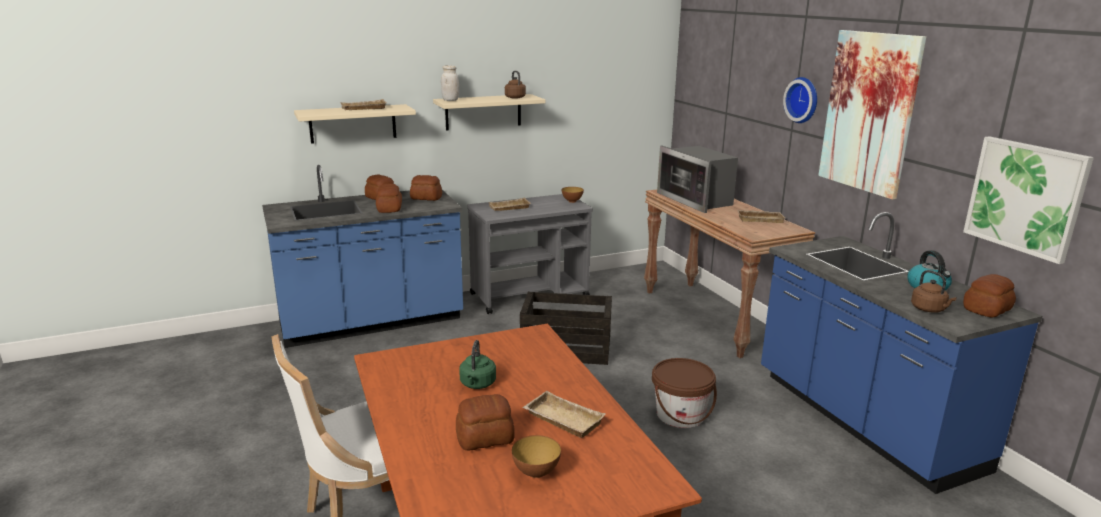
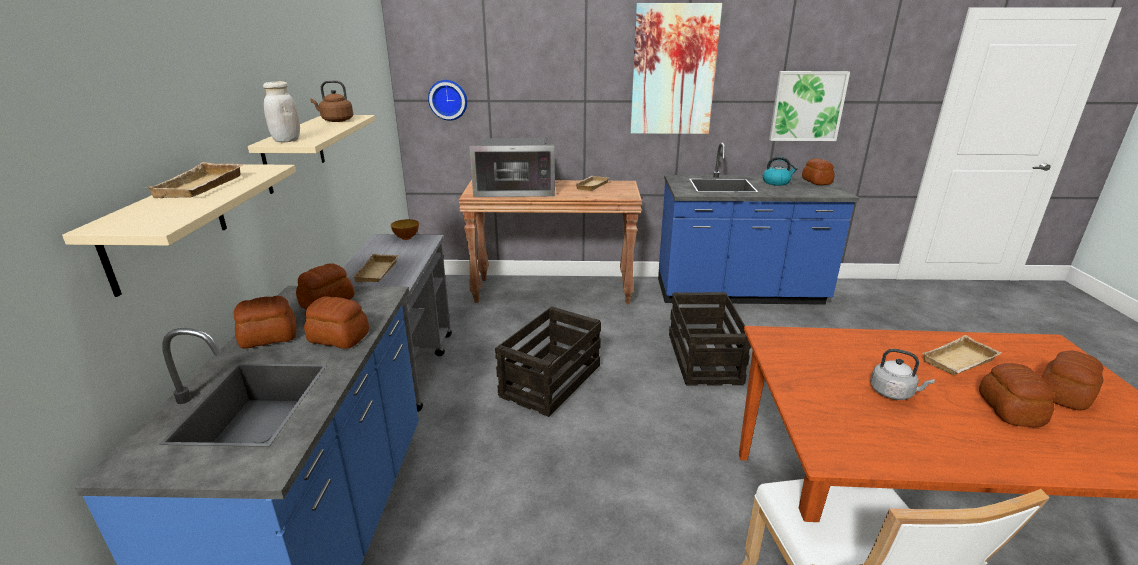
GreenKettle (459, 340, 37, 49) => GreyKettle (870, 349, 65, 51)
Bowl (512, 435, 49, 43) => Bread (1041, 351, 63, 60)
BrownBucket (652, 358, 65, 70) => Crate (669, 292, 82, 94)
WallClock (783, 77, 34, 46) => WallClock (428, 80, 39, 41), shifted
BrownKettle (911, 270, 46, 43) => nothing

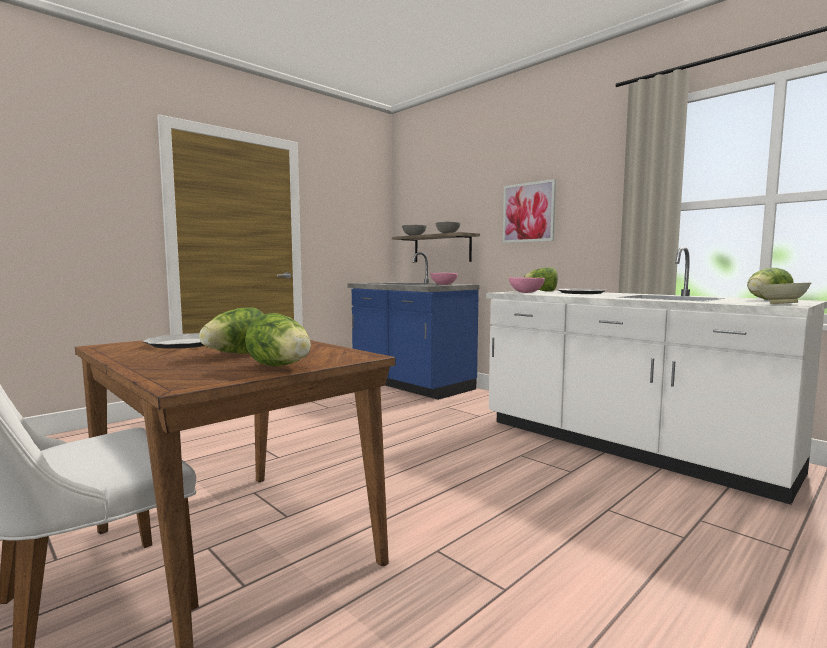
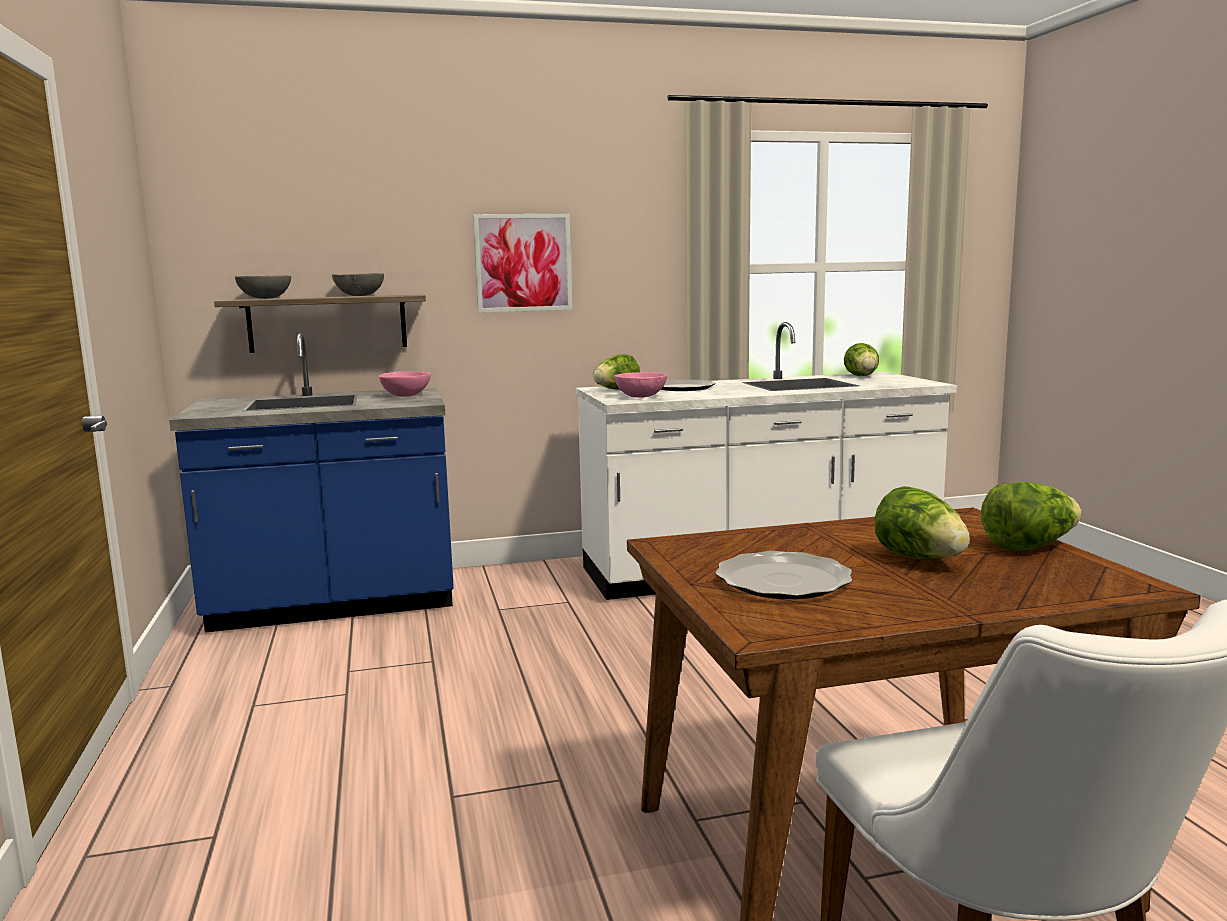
BeigeBowl (757, 282, 54, 22) => nothing

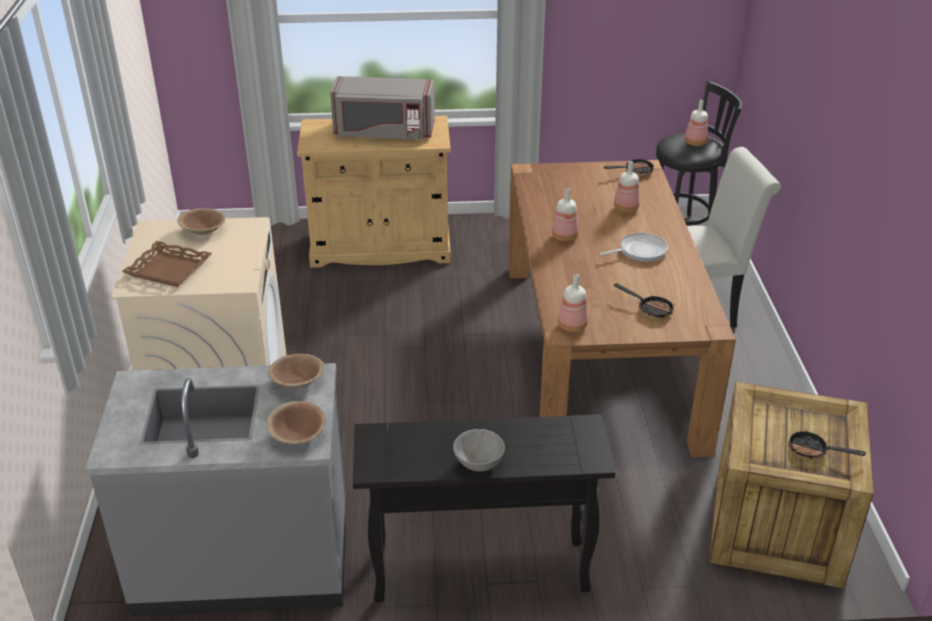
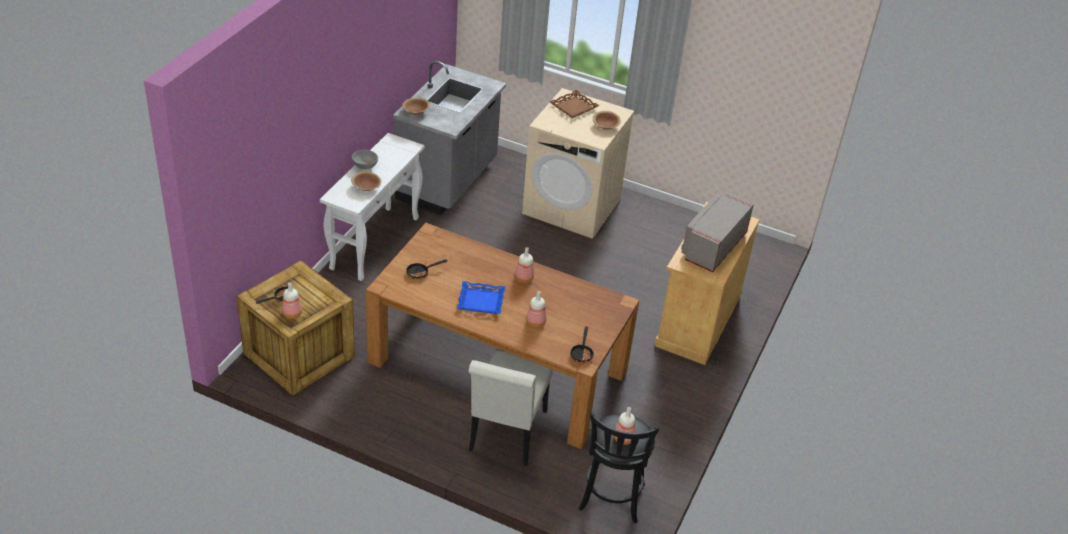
BrownBowl (268, 354, 57, 35) => BrownBowl (351, 171, 30, 20), shifted
BlackConsoleTable (353, 414, 263, 188) => WhiteConsoleTable (320, 133, 105, 148)
Bottle (558, 274, 30, 58) => Bottle (282, 282, 20, 37), shifted
FryingPan (600, 233, 68, 29) => BlueTray (457, 281, 49, 33)

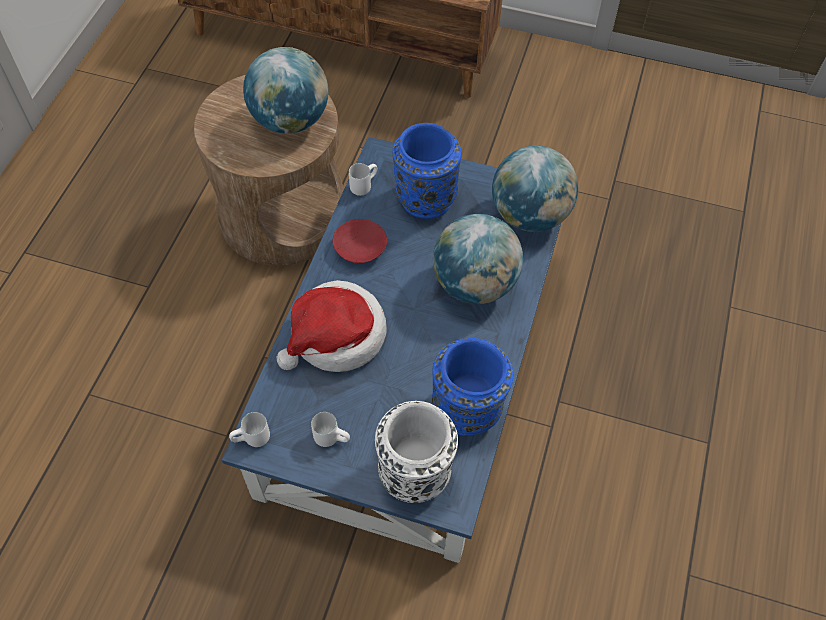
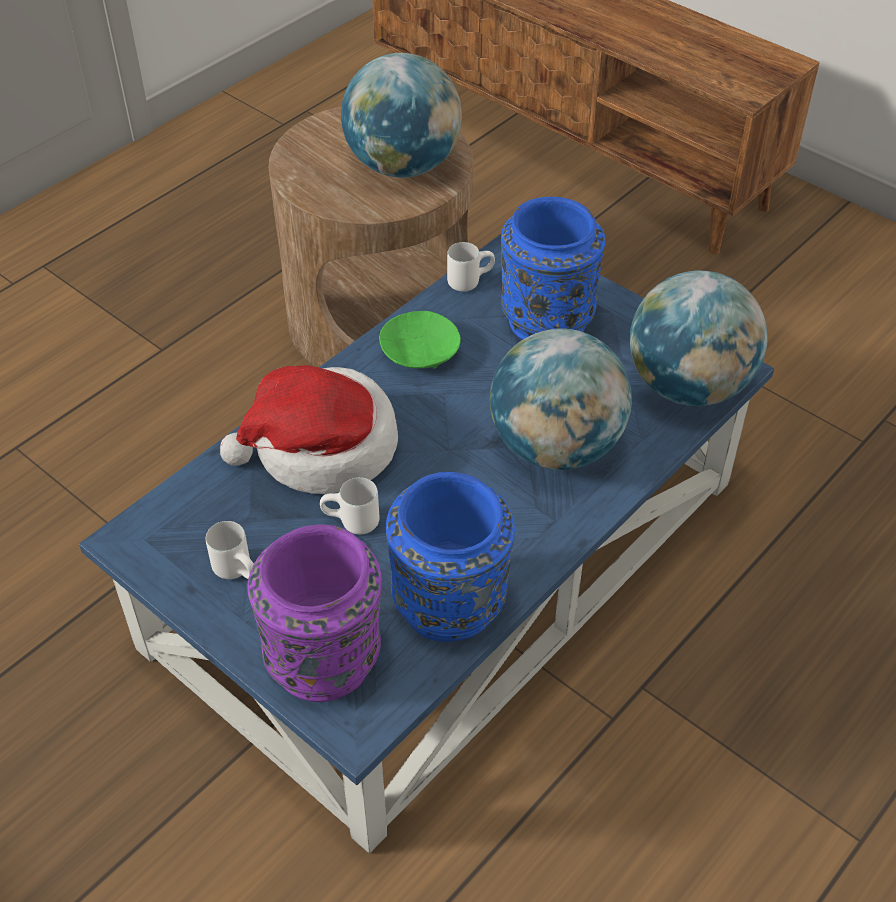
WhiteMug (229, 412, 41, 35) => WhiteMug (320, 477, 59, 57), shifted
RedBowl (333, 219, 54, 44) => GreenBowl (379, 311, 82, 58)
WhiteVase (375, 401, 83, 102) => PurpleVase (248, 524, 134, 178)

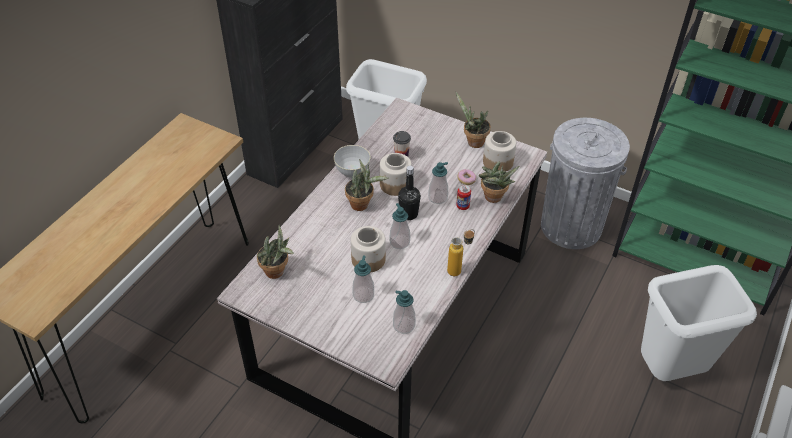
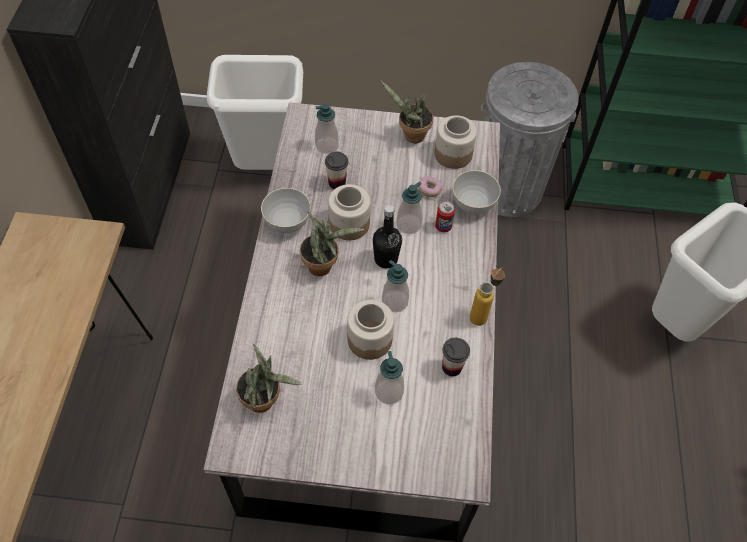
SoapDispenser (393, 290, 22, 44) => SoapDispenser (315, 104, 24, 50), shifted
PottedPlant (478, 161, 41, 42) => GreyBowl (453, 170, 48, 44)
nothing => Cup (442, 338, 28, 38)

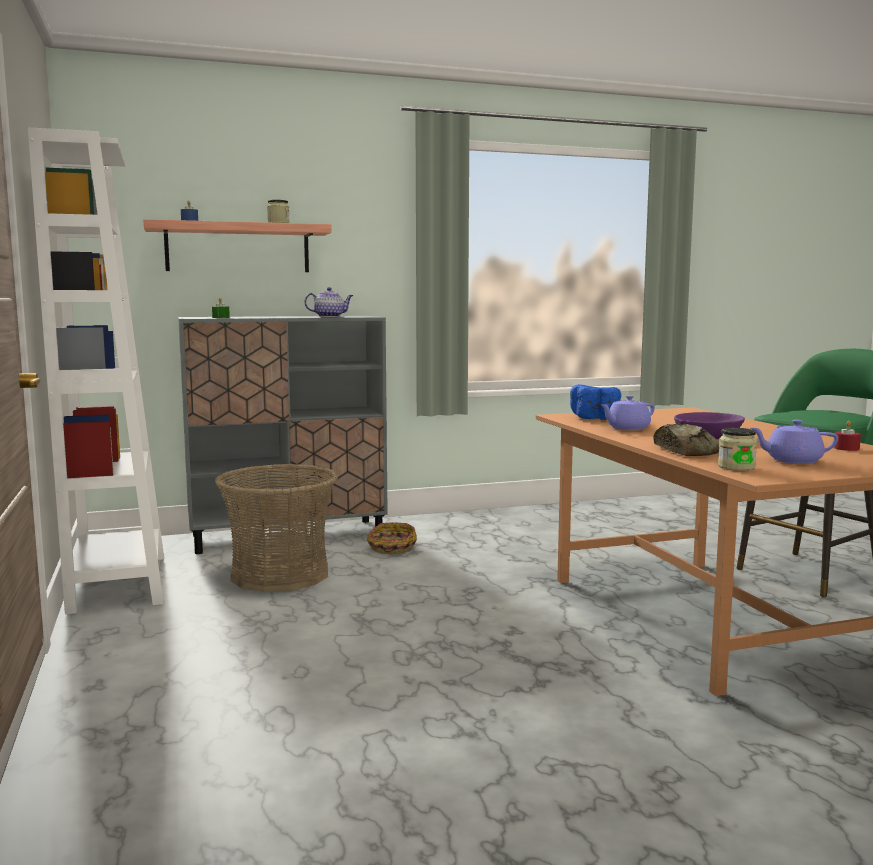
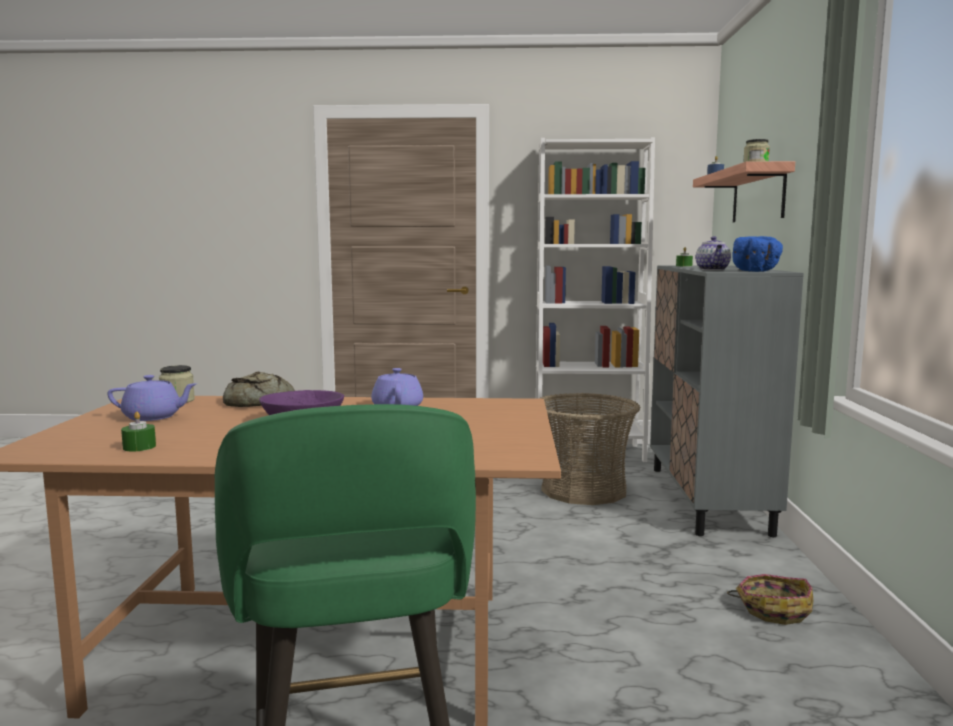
Basket (367, 522, 50, 32) => Basket (727, 574, 86, 51), shifted
BlueBowl (570, 384, 51, 36) => BlueBowl (732, 236, 51, 36), shifted
PurpleTeapot (750, 420, 88, 44) => PurpleTeapot (108, 375, 89, 46), 60 degrees clockwise
RedCandle (834, 421, 27, 30) => GreenCandle (121, 412, 35, 39)

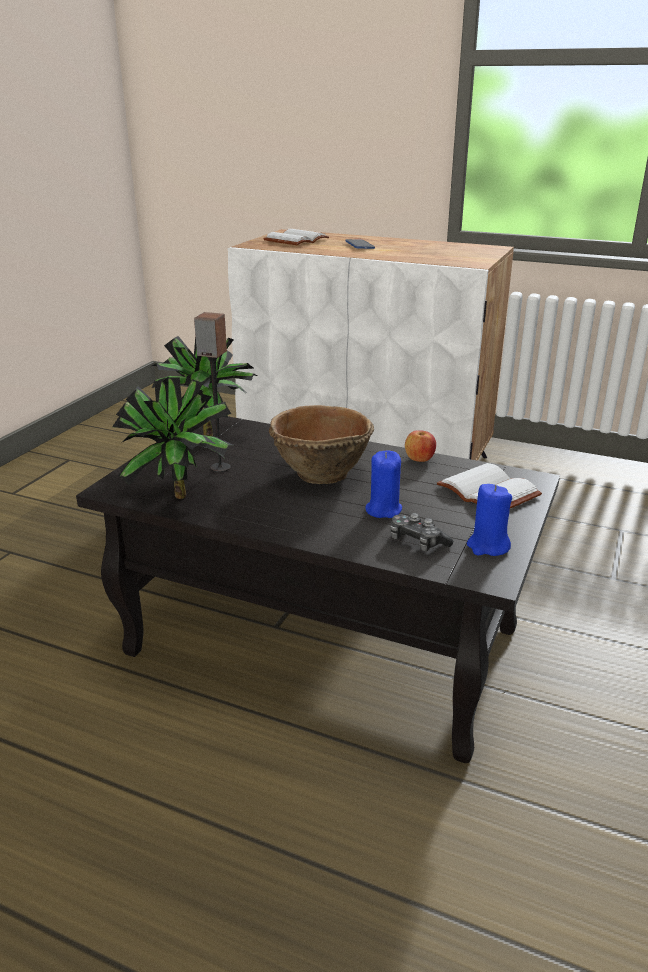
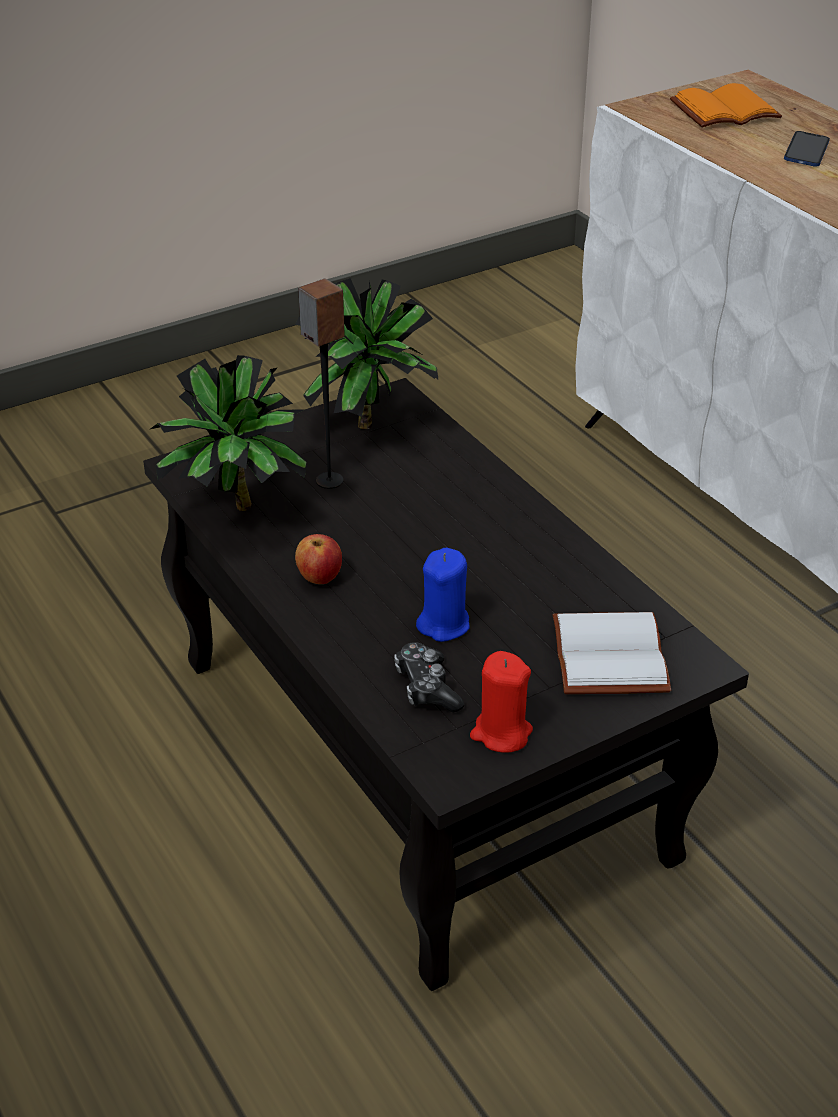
WhiteBook (264, 229, 65, 16) => OrangeBook (670, 83, 112, 45)
BrownBowl (269, 405, 105, 79) => nothing
Apple (405, 430, 31, 32) => Apple (295, 534, 47, 50), shifted
BlueCandle (467, 484, 45, 72) => RedCandle (470, 651, 63, 102)

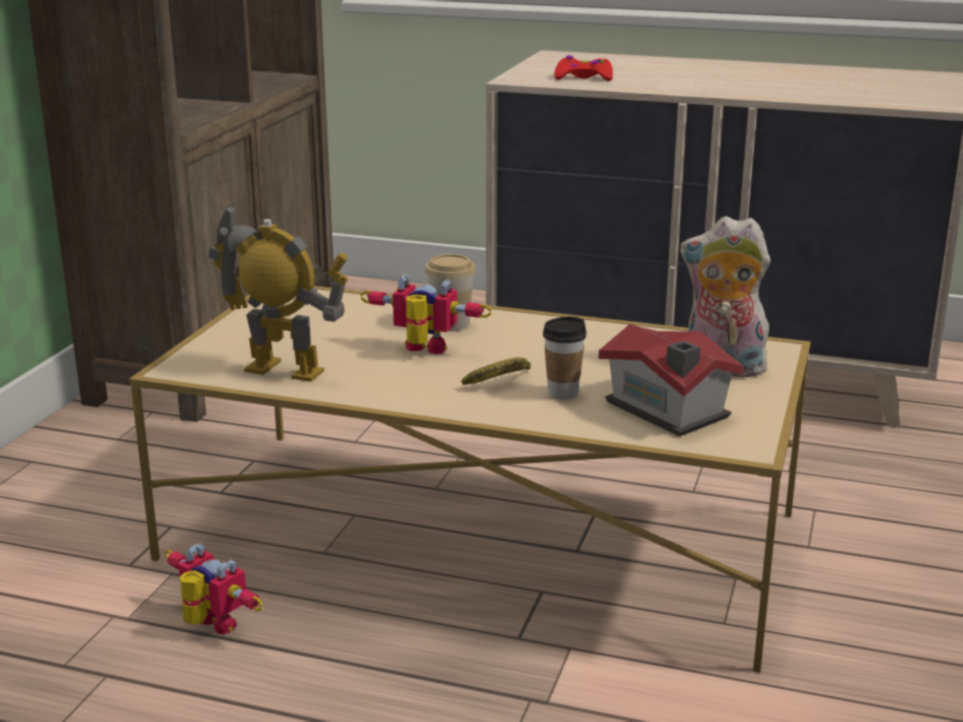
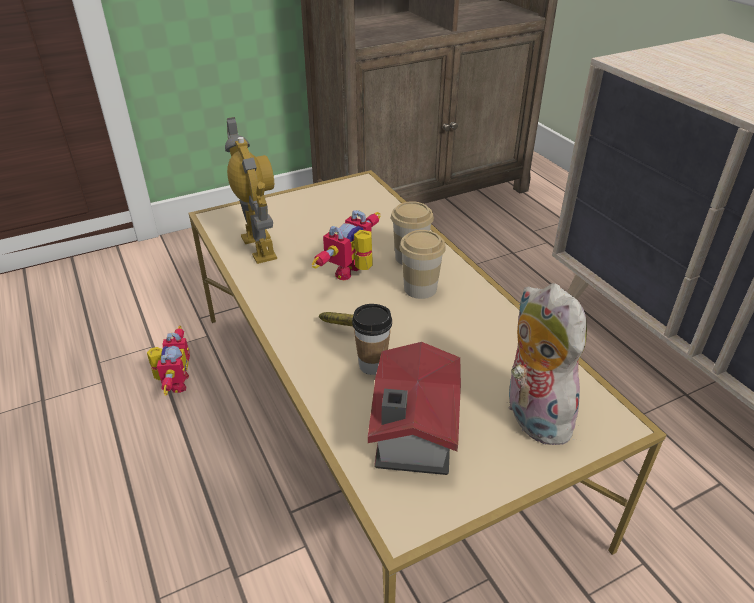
ToyRobot (360, 274, 132, 80) => ToyRobot (312, 210, 69, 70), 120 degrees counterclockwise
RedGameController (554, 55, 59, 26) => nothing
nothing => Cup (400, 230, 46, 69)

